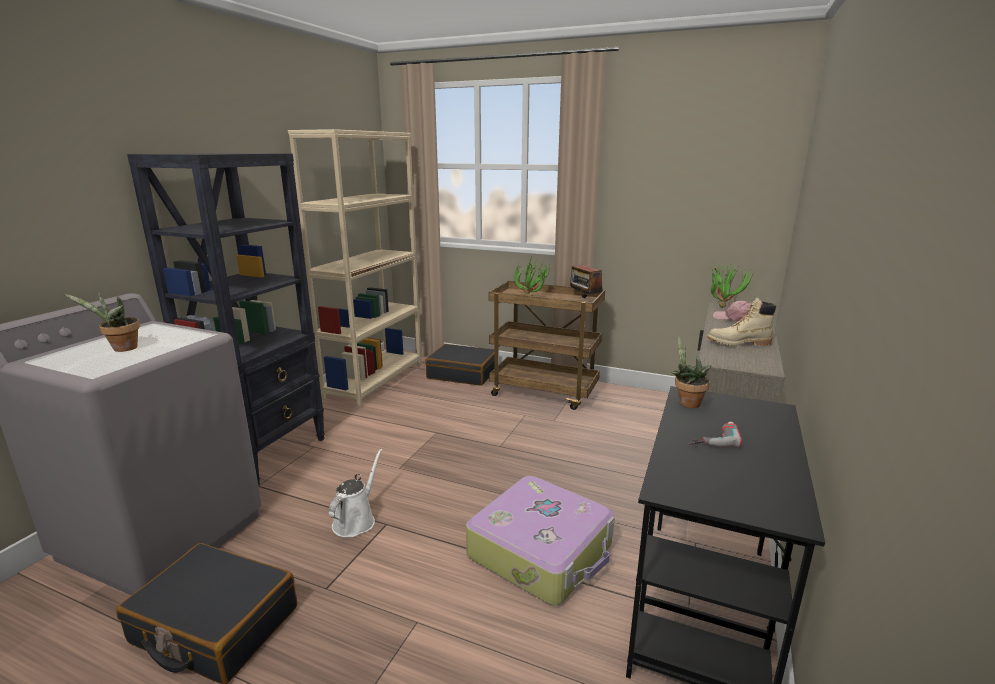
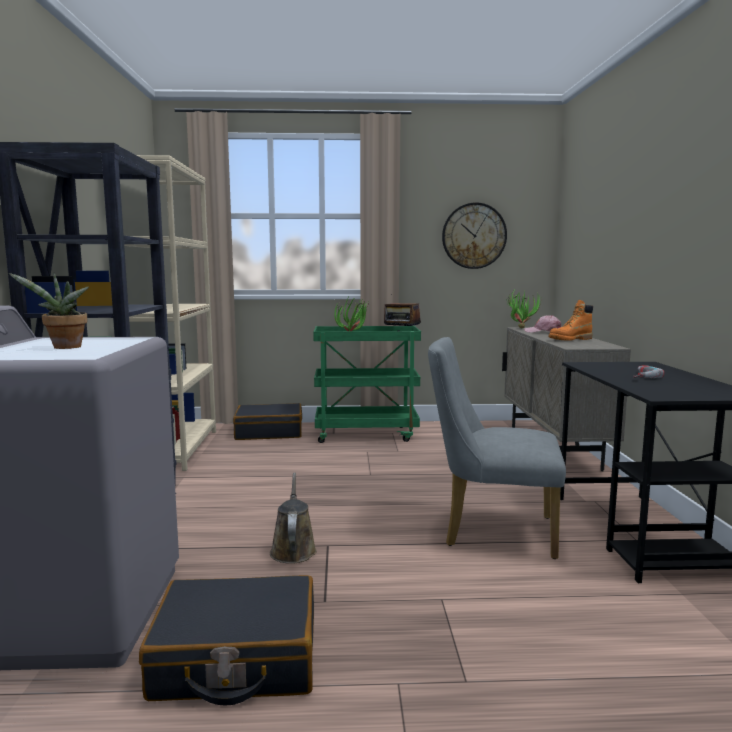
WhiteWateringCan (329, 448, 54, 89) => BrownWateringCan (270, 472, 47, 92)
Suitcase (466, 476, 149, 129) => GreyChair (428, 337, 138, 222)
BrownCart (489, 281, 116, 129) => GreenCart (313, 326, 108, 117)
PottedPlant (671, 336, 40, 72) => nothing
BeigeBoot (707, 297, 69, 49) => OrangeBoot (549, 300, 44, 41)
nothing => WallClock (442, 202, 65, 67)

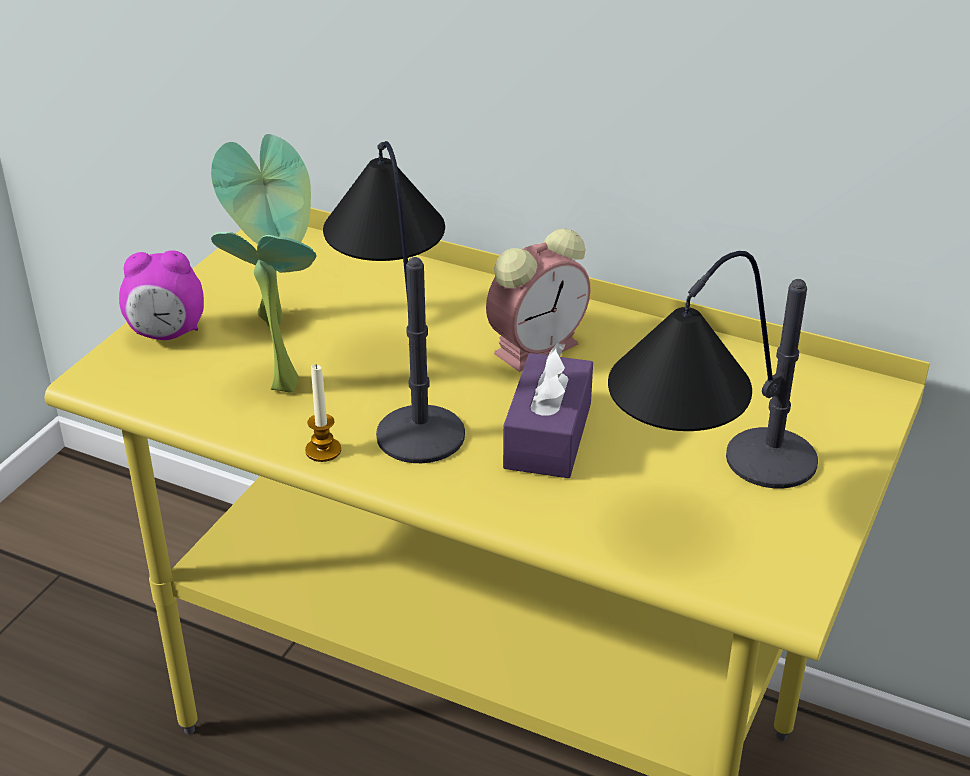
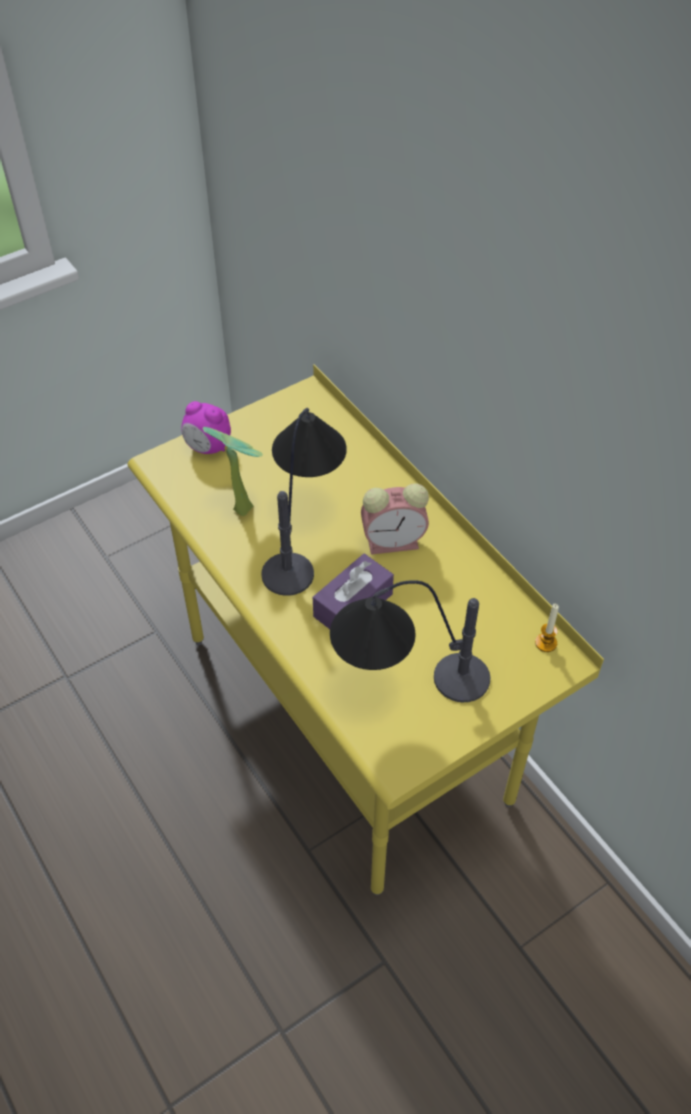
PottedPlant (211, 134, 100, 192) => nothing
Candle (305, 365, 36, 97) => Candle (535, 604, 24, 48), shifted

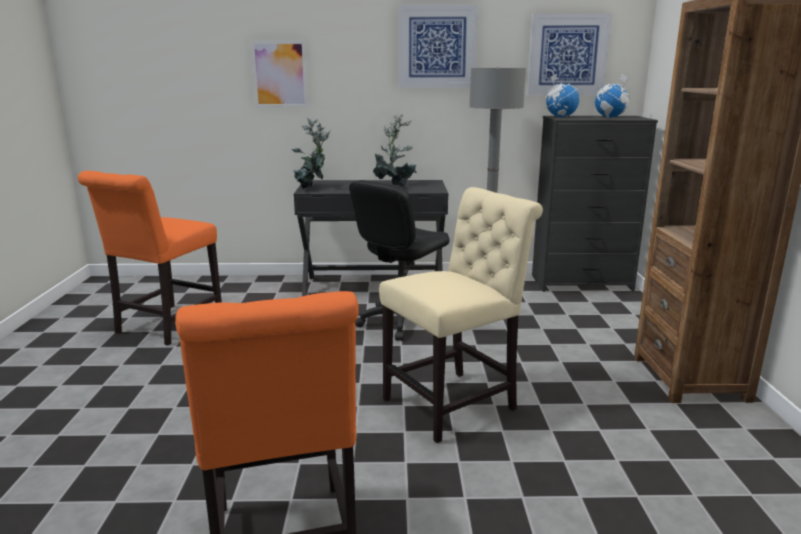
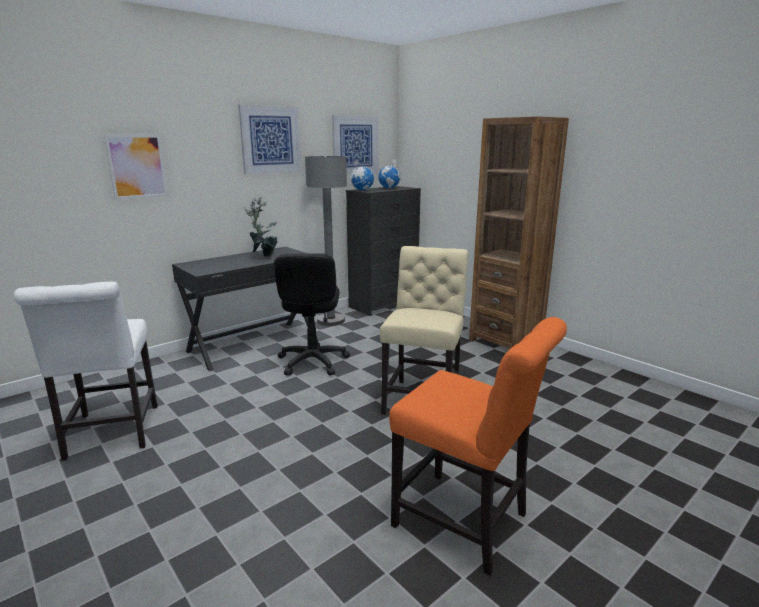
OrangeChair (78, 171, 144, 174) => WhiteChair (14, 282, 144, 178)
PottedPlant (292, 118, 39, 71) => nothing

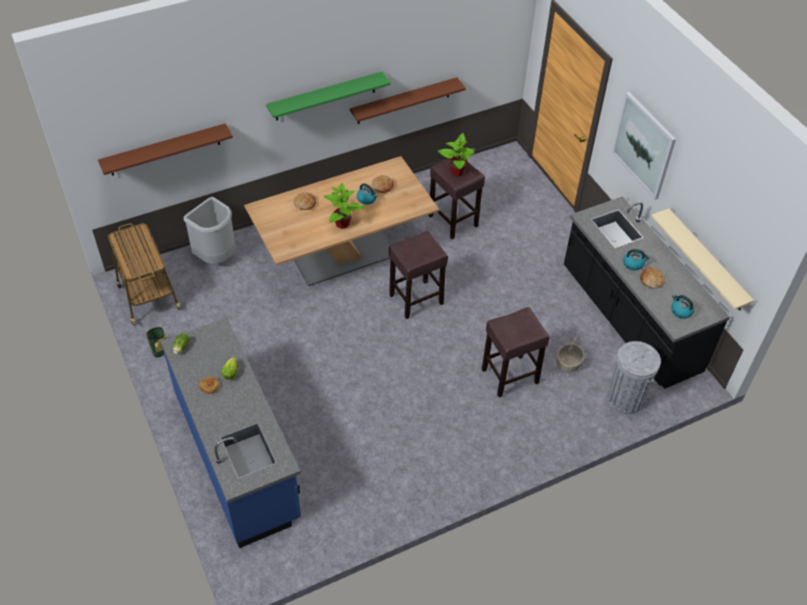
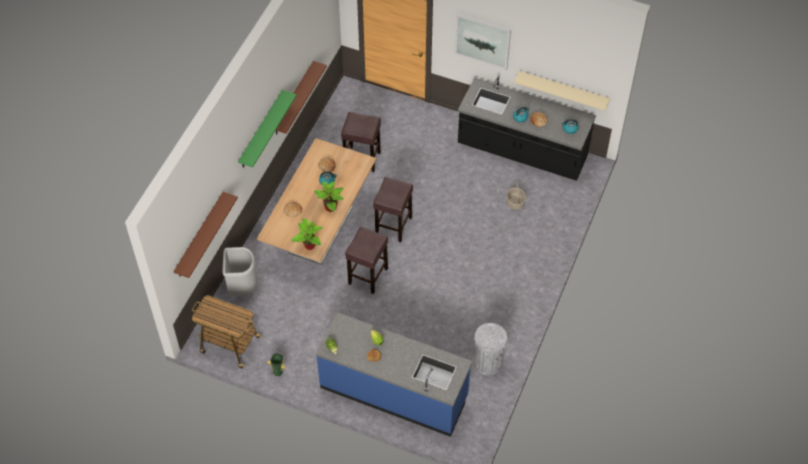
PottedPlant (438, 133, 37, 44) => PottedPlant (291, 218, 31, 32), shifted
BrownStool (482, 307, 68, 90) => BrownStool (345, 227, 43, 67), shifted
GreyTrashCan (607, 341, 54, 73) => GreyTrashCan (474, 323, 34, 52), shifted

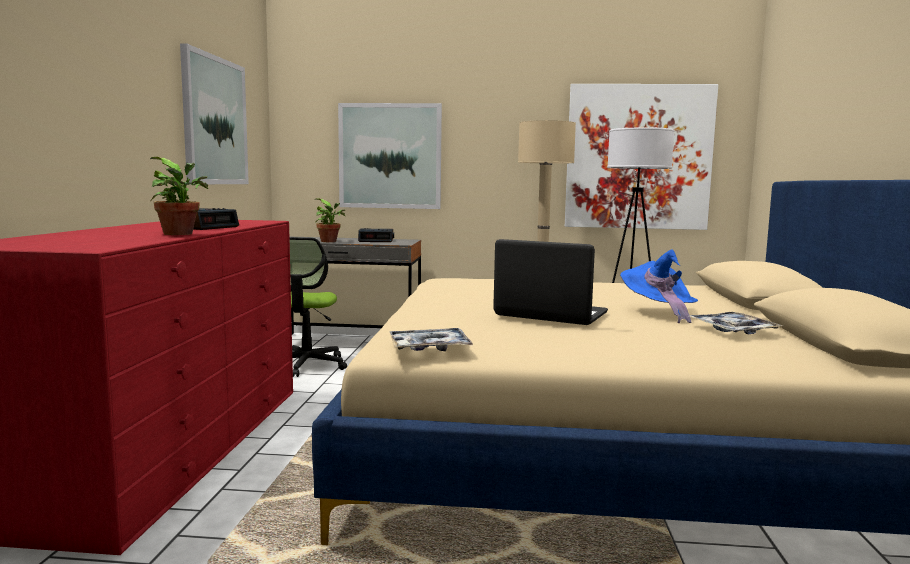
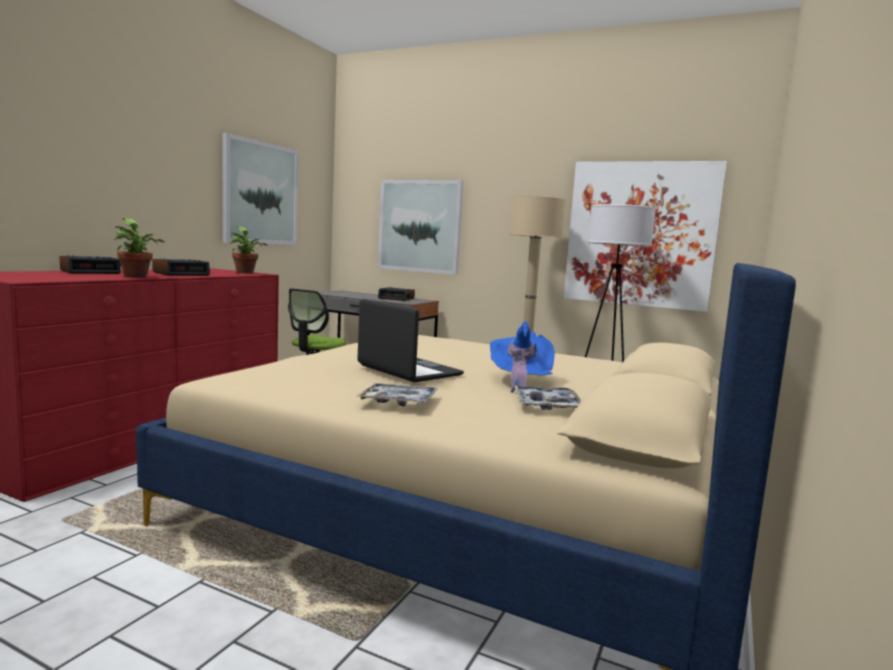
PottedPlant (314, 198, 32, 44) => PottedPlant (230, 226, 37, 47), shifted
Tray (389, 328, 84, 23) => Tray (357, 383, 81, 23), shifted
nothing => AlarmClock (59, 255, 62, 19)

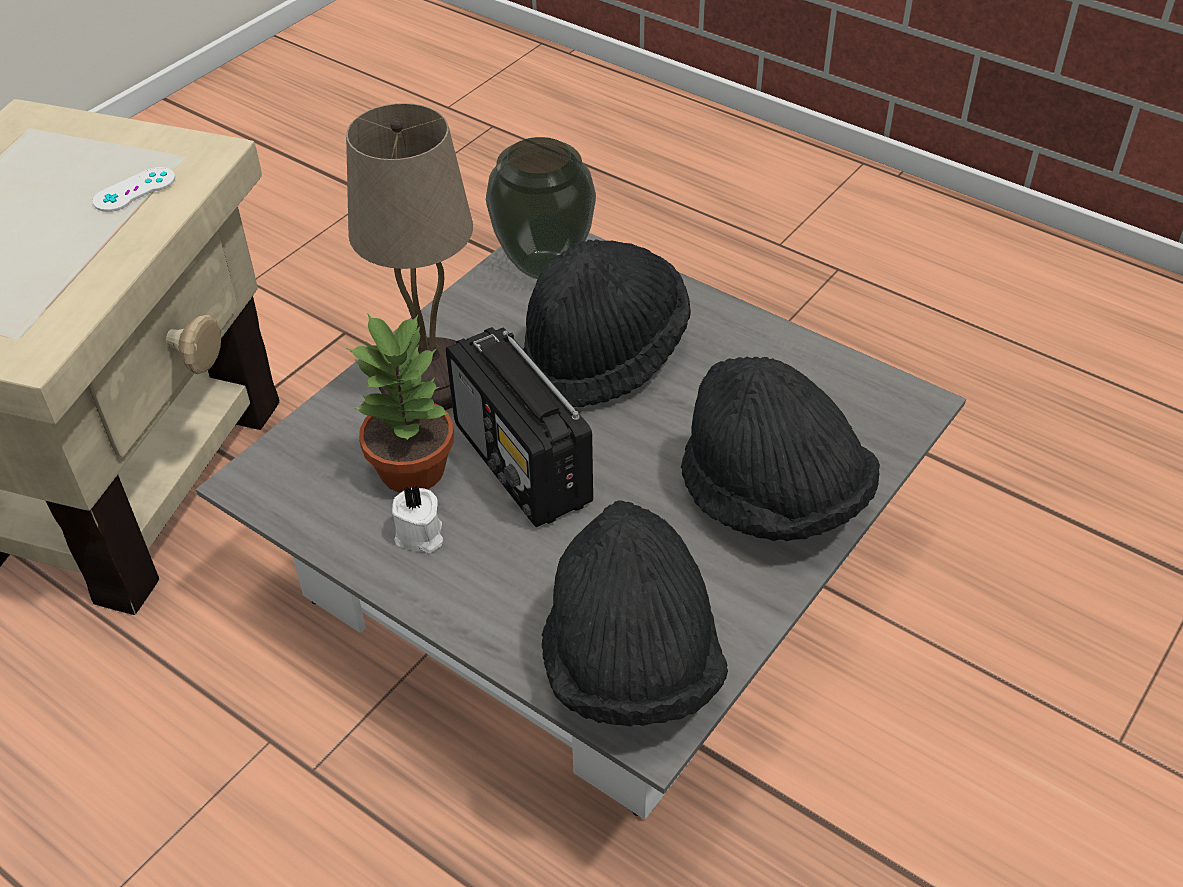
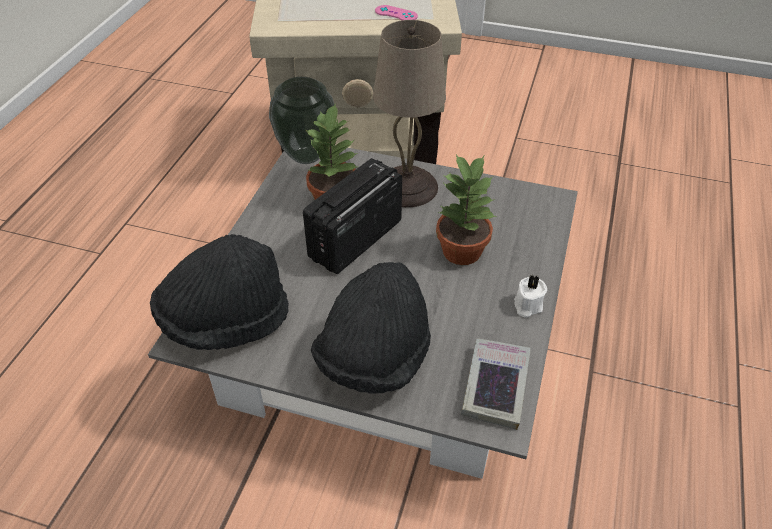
WhiteGameController (92, 167, 83, 45) => PinkGameController (375, 5, 43, 15)
WhiteCandle (392, 485, 51, 68) => WhiteCandle (514, 275, 33, 43), shifted
Vase (486, 137, 110, 142) => Vase (269, 77, 65, 87), shifted
BlackHat (523, 239, 168, 168) => PottedPlant (436, 154, 61, 111)
nothing => Book (461, 338, 70, 92)

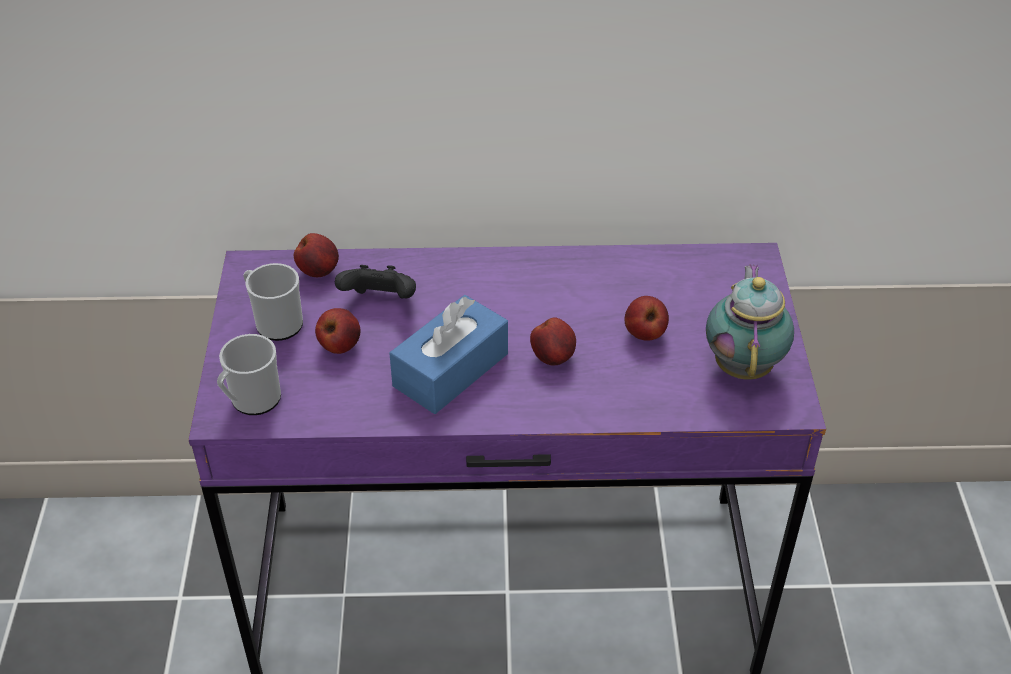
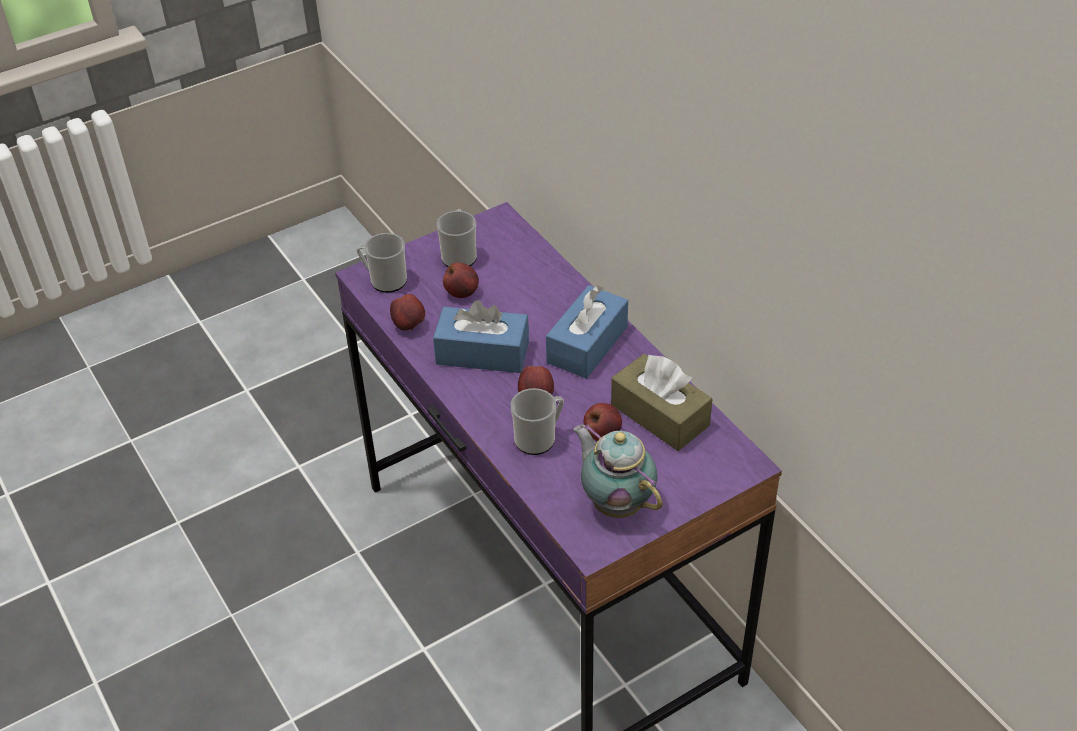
Apple (294, 233, 45, 44) => Apple (390, 294, 35, 37), shifted
BlackGameController (335, 265, 81, 34) => nothing
Teapot (706, 264, 88, 116) => Teapot (573, 424, 89, 94), 105 degrees counterclockwise
nothing => Mug (511, 388, 53, 67)
nothing => BlueTissueBox (546, 285, 82, 94)
nothing => BrownTissueBox (611, 354, 101, 97)

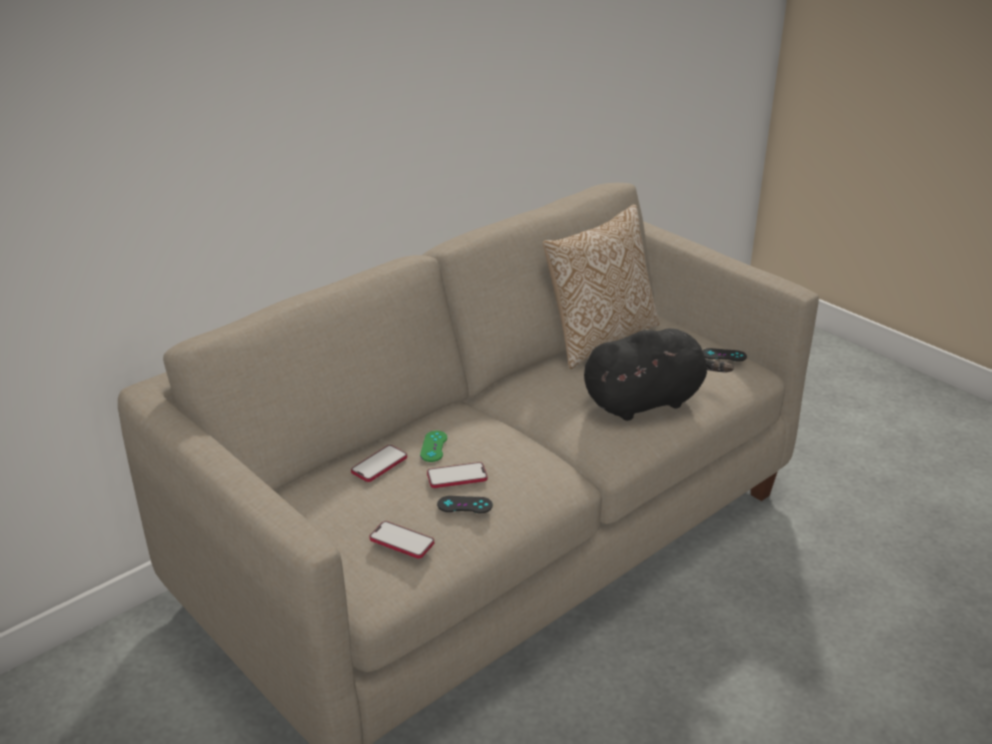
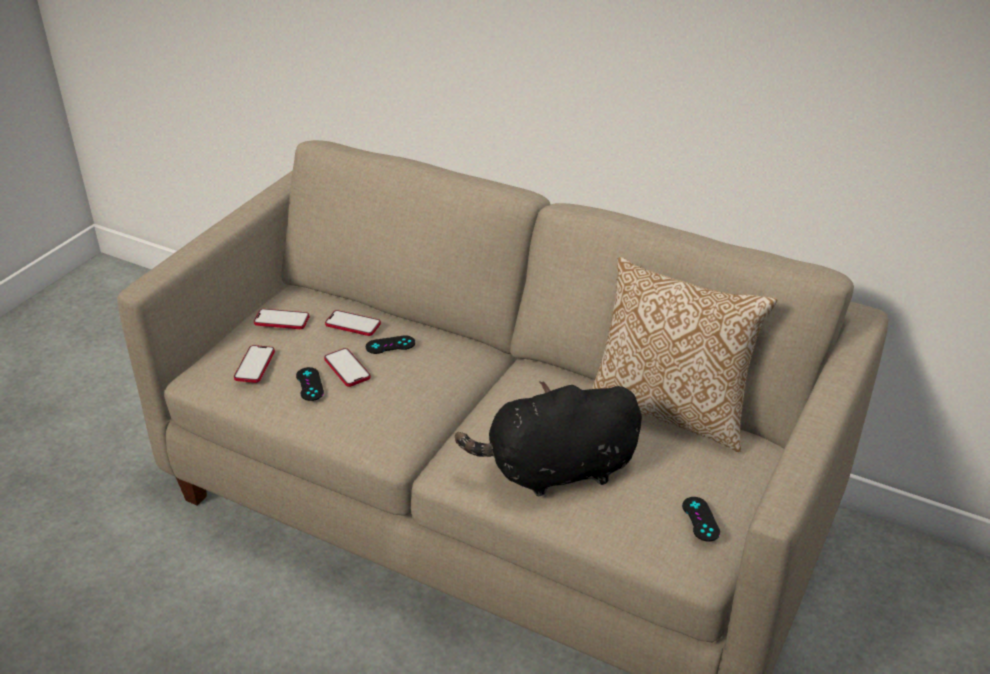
GreenGameController (420, 431, 27, 31) => BlackGameController (366, 335, 49, 19)
BlackPlushToy (584, 329, 150, 92) => BlackPlushToy (455, 381, 187, 116), 120 degrees clockwise
nothing => Phone (254, 309, 55, 20)

